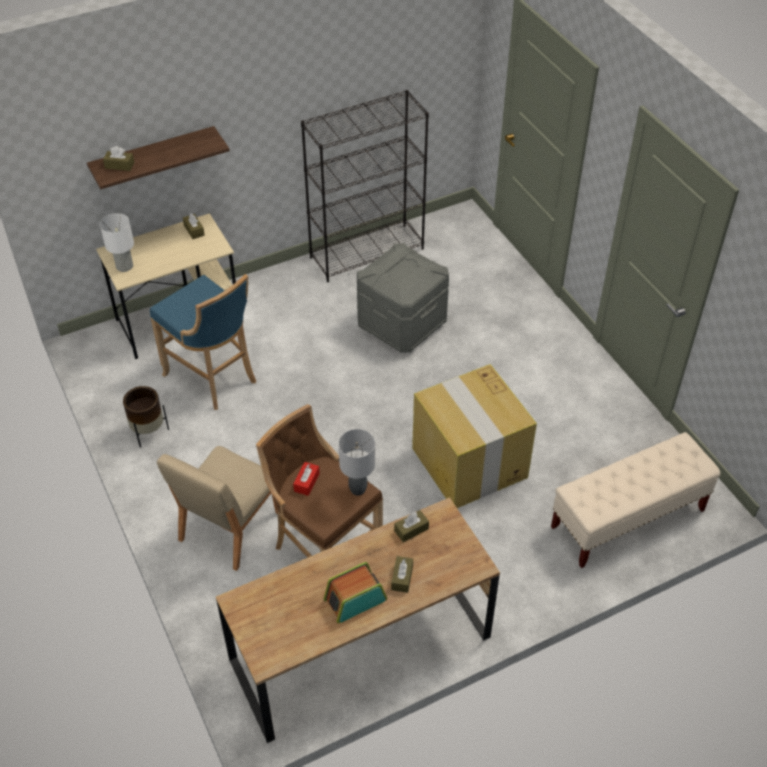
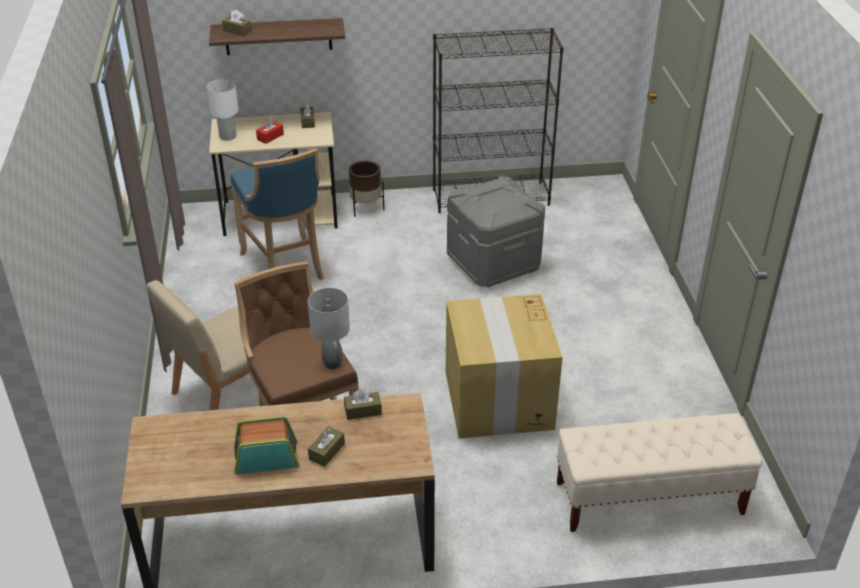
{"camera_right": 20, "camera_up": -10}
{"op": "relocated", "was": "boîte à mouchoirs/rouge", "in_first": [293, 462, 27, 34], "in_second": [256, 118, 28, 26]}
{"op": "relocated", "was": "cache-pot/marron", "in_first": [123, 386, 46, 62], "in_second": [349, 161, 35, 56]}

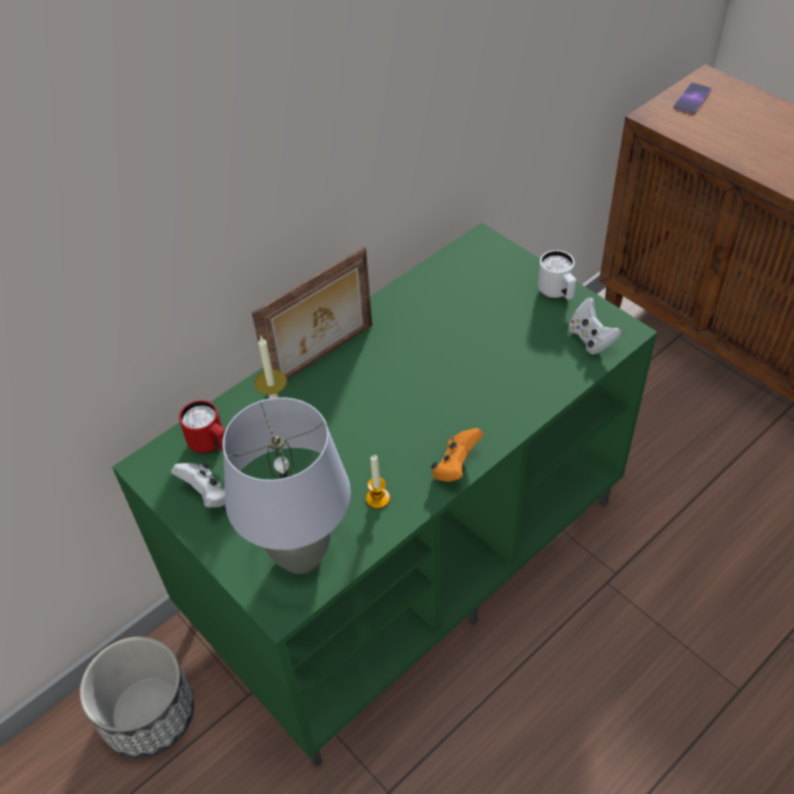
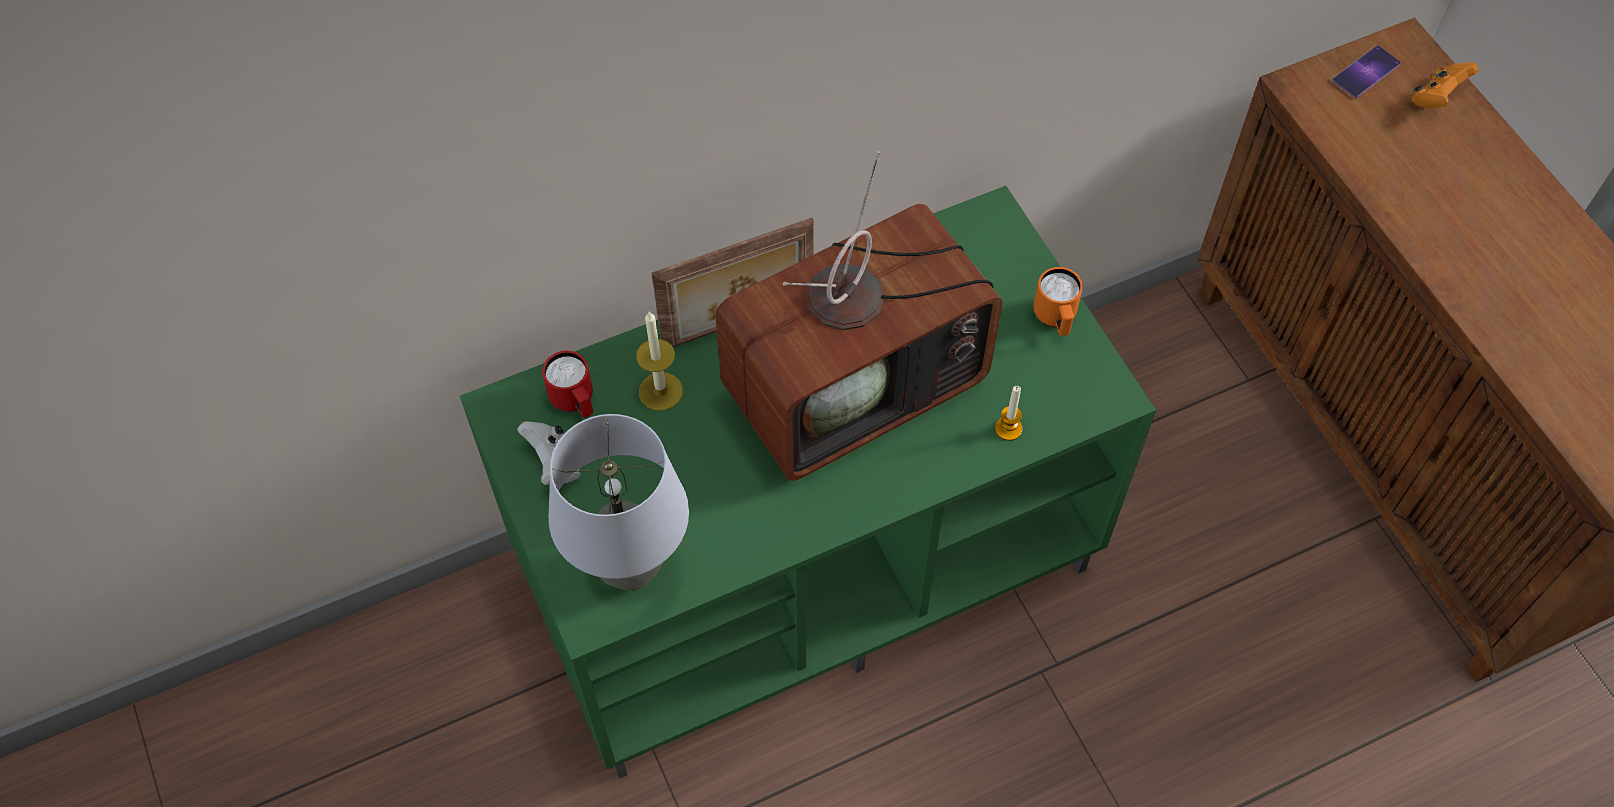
{"camera_right": 15, "camera_up": 10}
{"op": "appeared", "now": "téléviseur", "in_second": [715, 151, 287, 330]}
{"op": "relocated", "was": "bougie", "in_first": [366, 455, 24, 54], "in_second": [995, 386, 27, 55]}
{"op": "colour", "was": "mug/blanc", "now": "mug/orange", "in_first": [538, 250, 38, 50], "in_second": [1033, 267, 50, 69]}
{"op": "relocated", "was": "manette/orange", "in_first": [431, 428, 53, 54], "in_second": [1411, 62, 68, 47]}
{"op": "missing", "was": "cache-pot", "in_first": [80, 637, 114, 122]}
{"op": "missing", "was": "manette/blanc", "in_first": [568, 297, 54, 58]}

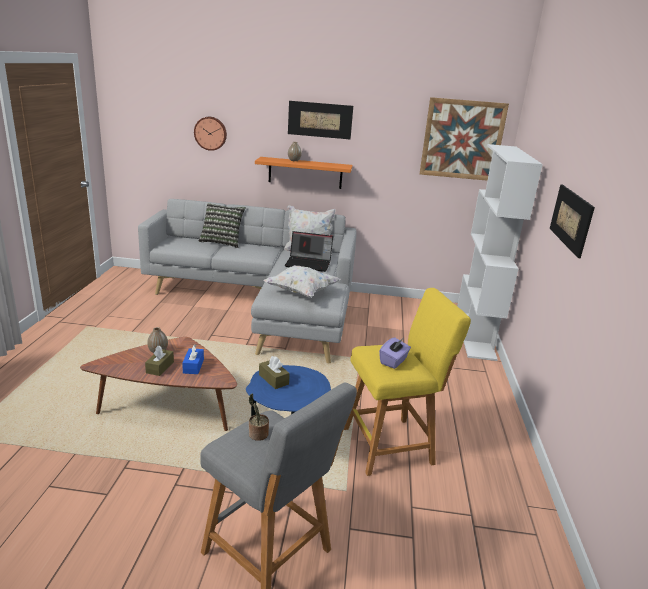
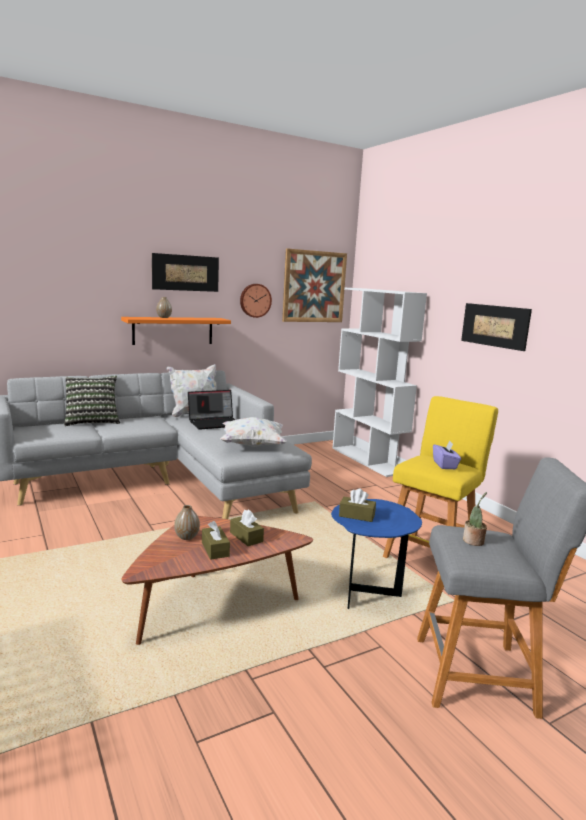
{"camera_right": -35, "camera_up": -10}
{"op": "colour", "was": "boîte à mouchoirs/bleu", "now": "boîte à mouchoirs/marron", "in_first": [182, 344, 22, 30], "in_second": [230, 510, 34, 36]}
{"op": "relocated", "was": "horloge murale", "in_first": [194, 117, 33, 34], "in_second": [240, 284, 32, 34]}

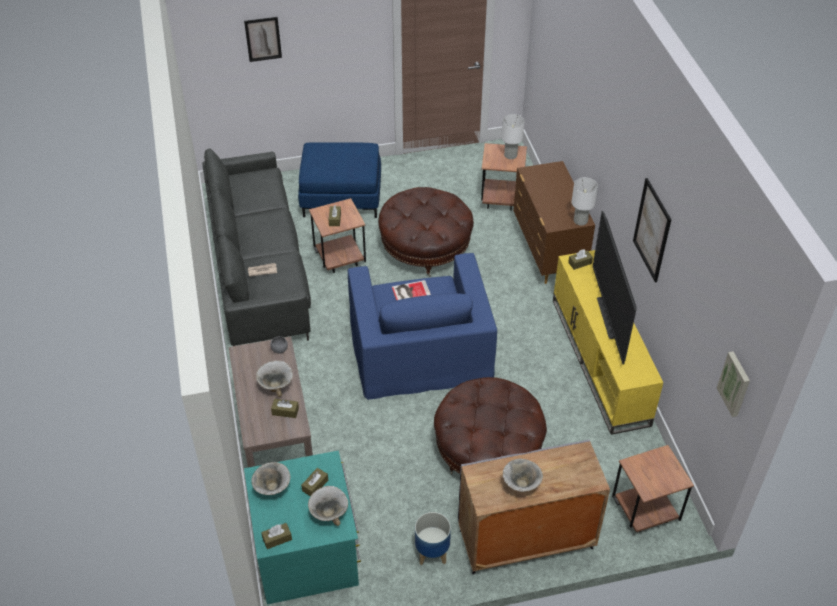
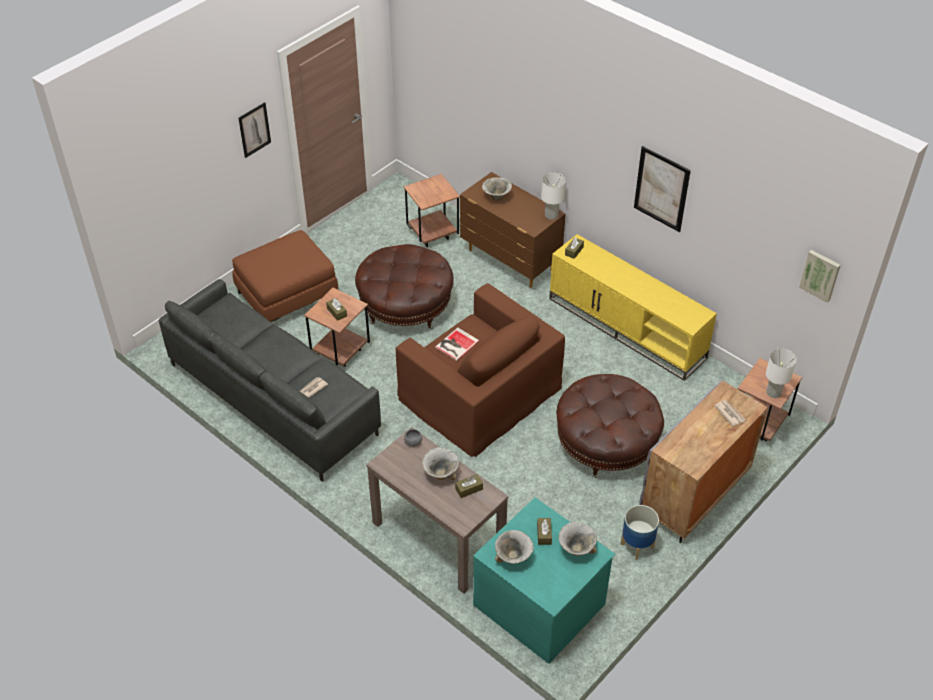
{"camera_right": -35, "camera_up": 0}
{"op": "colour", "was": "pouf/bleu", "now": "pouf/marron", "in_first": [298, 142, 83, 76], "in_second": [232, 230, 106, 92]}
{"op": "relocated", "was": "tableau", "in_first": [244, 17, 38, 45], "in_second": [238, 102, 33, 56]}
{"op": "colour", "was": "fauteuil/bleu", "now": "fauteuil/marron", "in_first": [348, 253, 149, 147], "in_second": [396, 283, 169, 174]}
{"op": "relocated", "was": "bol", "in_first": [503, 459, 40, 33], "in_second": [482, 177, 30, 24]}
{"op": "appeared", "now": "journal", "in_second": [714, 400, 32, 26]}
{"op": "relocated", "was": "lampe de table/blanc", "in_first": [501, 114, 24, 45], "in_second": [766, 349, 31, 49]}
{"op": "missing", "was": "boîte à mouchoirs/marron", "in_first": [261, 523, 31, 26]}
{"op": "missing", "was": "téléviseur", "in_first": [593, 211, 44, 154]}

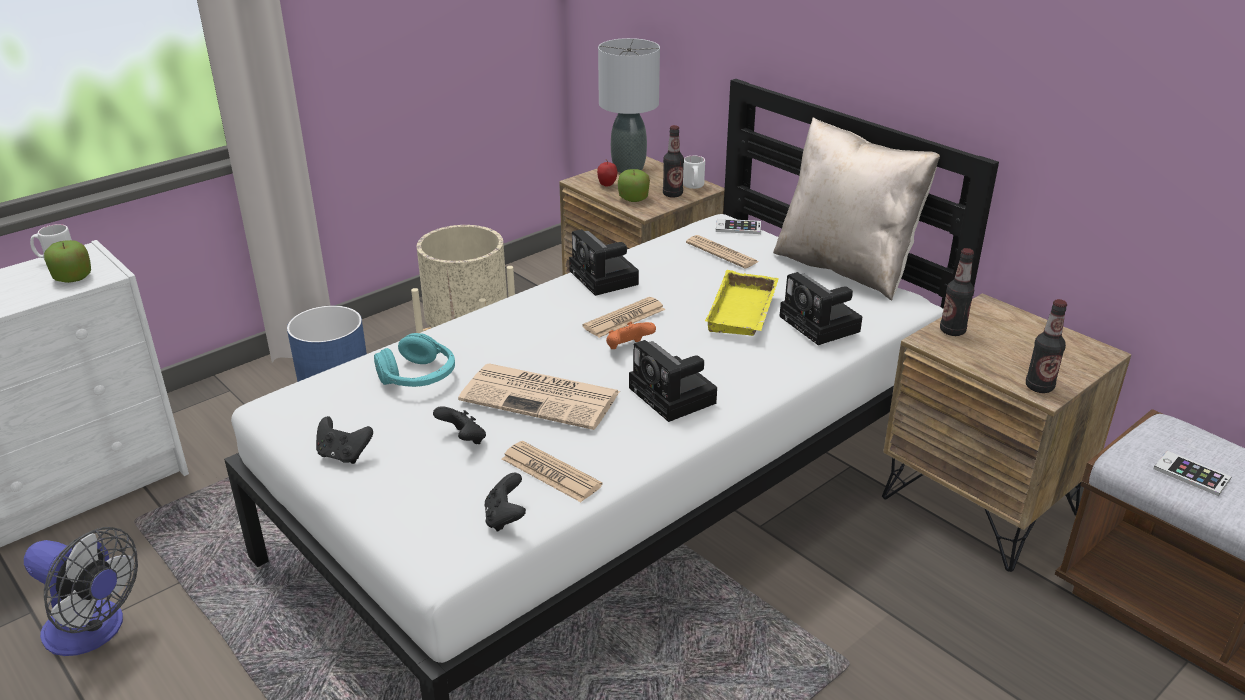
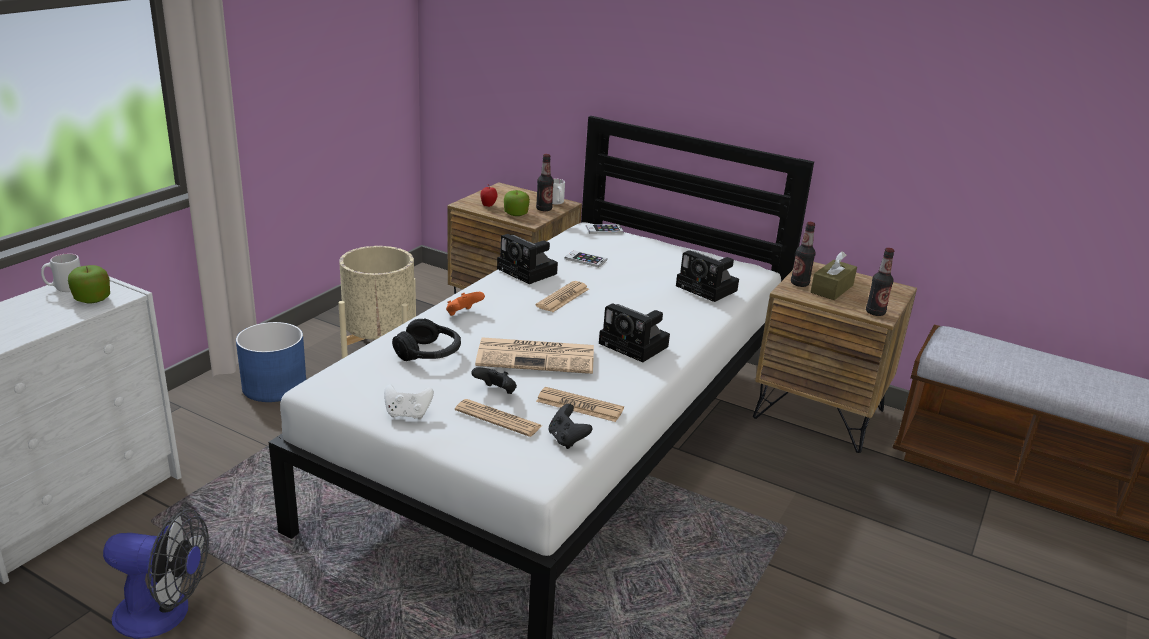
{"camera_right": -20, "camera_up": -5}
{"op": "colour", "was": "manette/noir", "now": "manette/blanc", "in_first": [316, 416, 57, 48], "in_second": [384, 384, 50, 35]}
{"op": "colour", "was": "casque audio/turquoise", "now": "casque audio/noir", "in_first": [374, 333, 81, 54], "in_second": [392, 319, 69, 42]}
{"op": "relocated", "was": "manette/orange", "in_first": [606, 322, 50, 27], "in_second": [446, 292, 39, 24]}
{"op": "relocated", "was": "journal", "in_first": [686, 235, 72, 33], "in_second": [455, 399, 87, 38]}
{"op": "relocated", "was": "téléphone", "in_first": [1153, 451, 78, 45], "in_second": [565, 250, 42, 18]}
{"op": "appeared", "now": "boîte à mouchoirs/marron", "in_second": [811, 251, 46, 49]}
{"op": "missing", "was": "lampe de table/gris", "in_first": [598, 38, 62, 135]}
{"op": "missing", "was": "plateau/jaune", "in_first": [705, 270, 74, 66]}
{"op": "missing", "was": "coussin/beige", "in_first": [773, 117, 167, 183]}

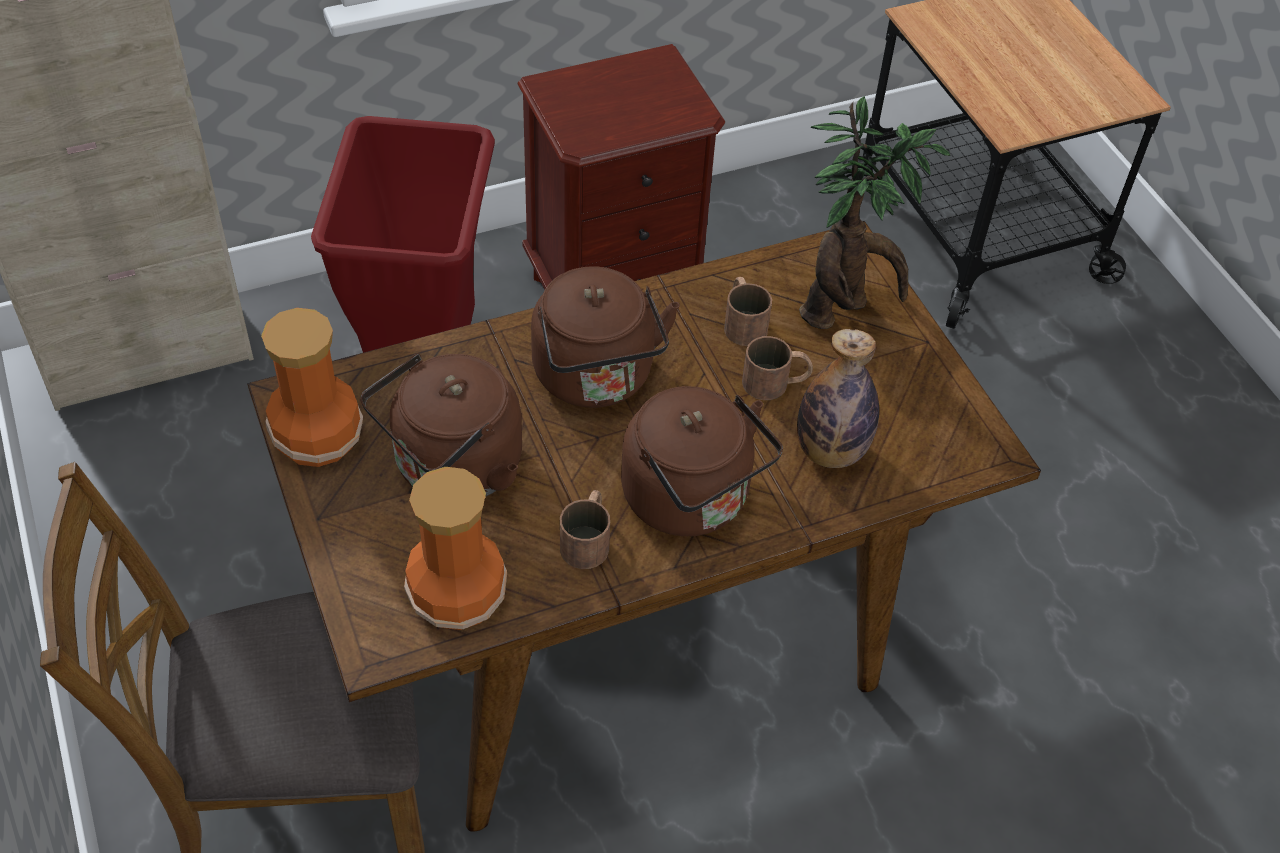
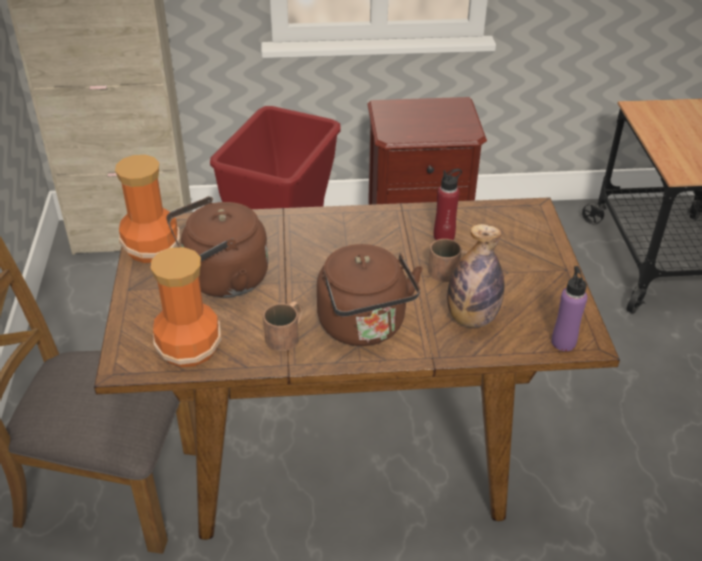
{"camera_right": 20, "camera_up": -10}
{"op": "exchanged", "was": "mug/marron", "now": "bouteille/rouge", "in_first": [724, 277, 48, 69], "in_second": [434, 169, 28, 71]}
{"op": "appeared", "now": "bouteille/violet", "in_second": [552, 266, 35, 85]}
{"op": "missing", "was": "bouilloire/marron", "in_first": [531, 266, 149, 142]}
{"op": "missing", "was": "plante en pot", "in_first": [799, 96, 152, 233]}

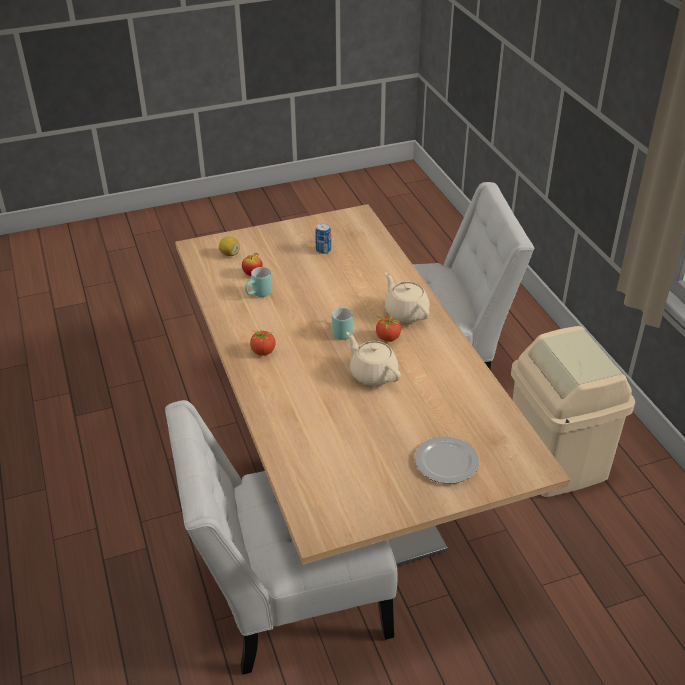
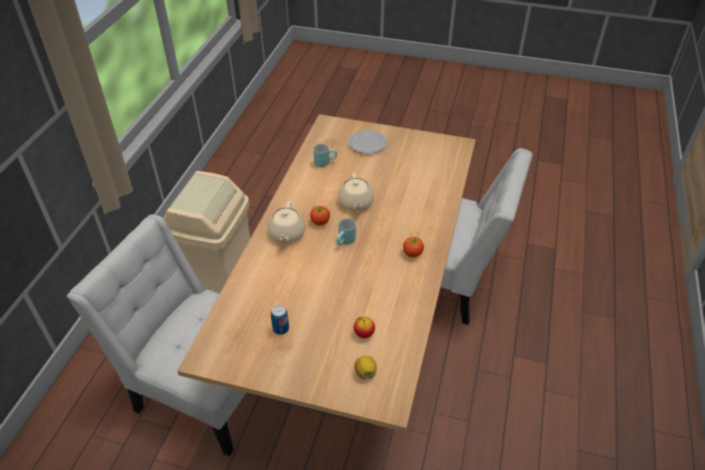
{"camera_right": -145, "camera_up": 5}
{"op": "relocated", "was": "mug/turquoise", "in_first": [245, 267, 27, 30], "in_second": [313, 144, 24, 23]}

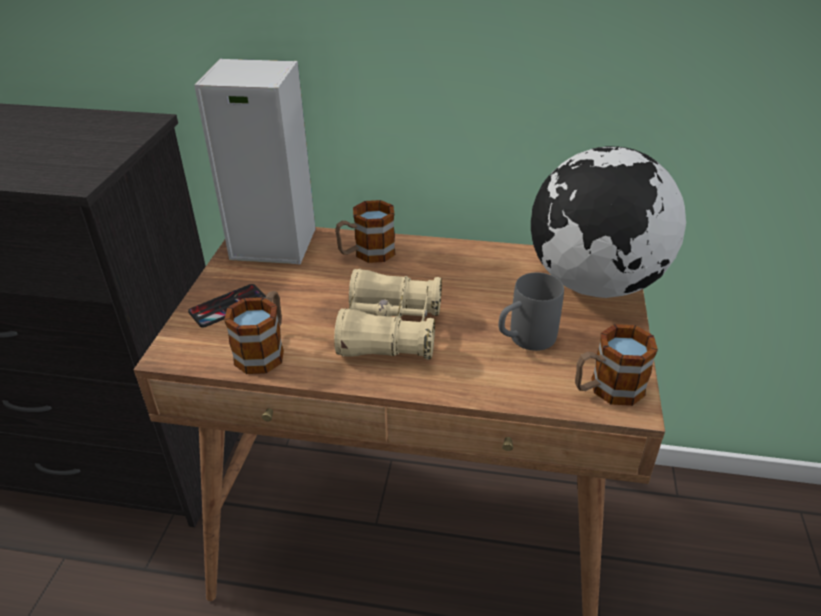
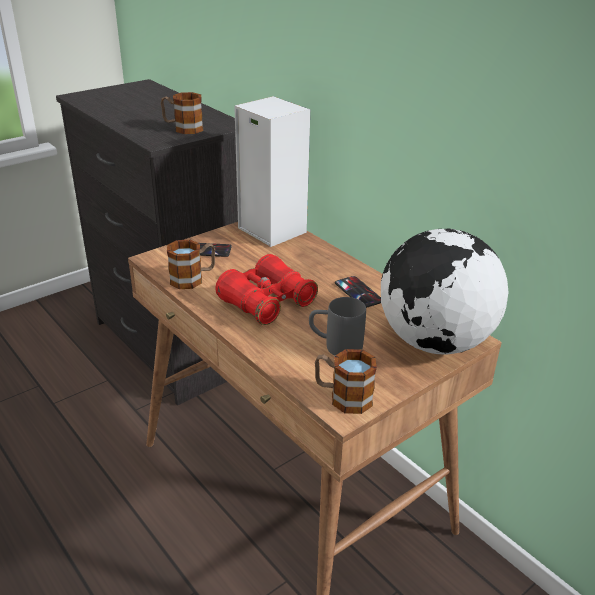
{"camera_right": 40, "camera_up": -5}
{"op": "relocated", "was": "mug", "in_first": [335, 200, 61, 63], "in_second": [161, 92, 42, 42]}
{"op": "colour", "was": "jumelles/beige", "now": "jumelles/rouge", "in_first": [334, 269, 108, 91], "in_second": [215, 254, 103, 71]}
{"op": "appeared", "now": "téléphone", "in_second": [335, 276, 46, 32]}

